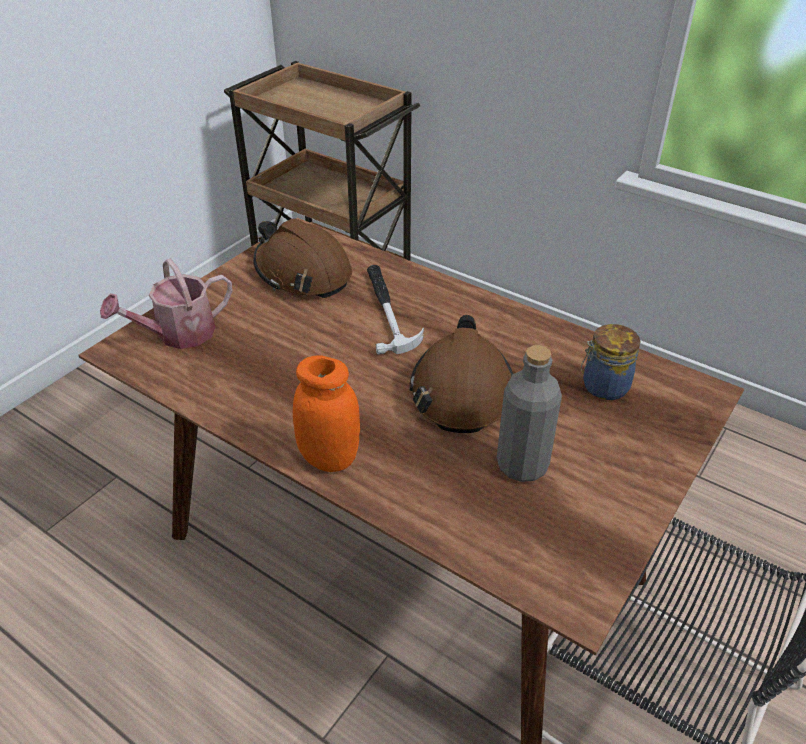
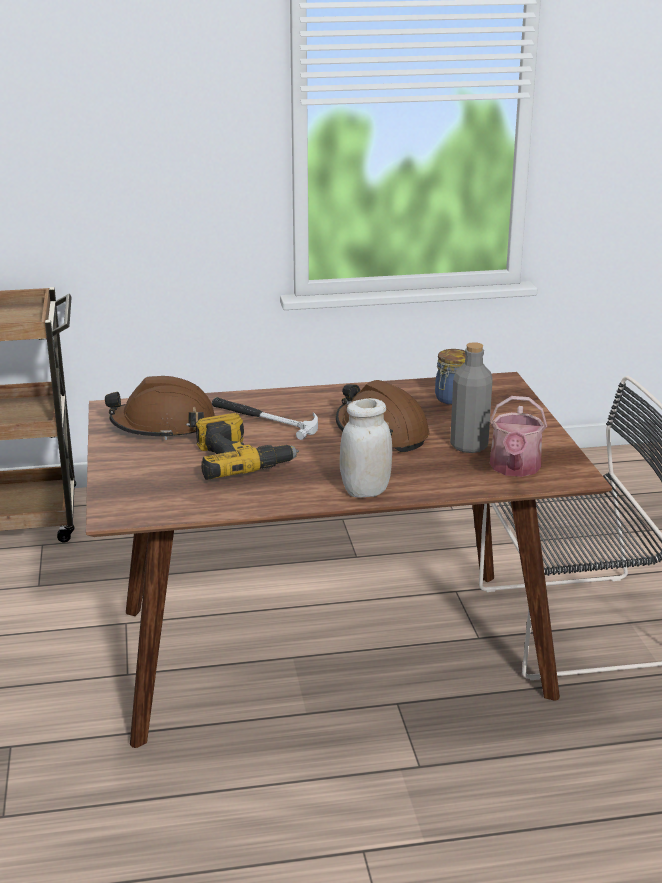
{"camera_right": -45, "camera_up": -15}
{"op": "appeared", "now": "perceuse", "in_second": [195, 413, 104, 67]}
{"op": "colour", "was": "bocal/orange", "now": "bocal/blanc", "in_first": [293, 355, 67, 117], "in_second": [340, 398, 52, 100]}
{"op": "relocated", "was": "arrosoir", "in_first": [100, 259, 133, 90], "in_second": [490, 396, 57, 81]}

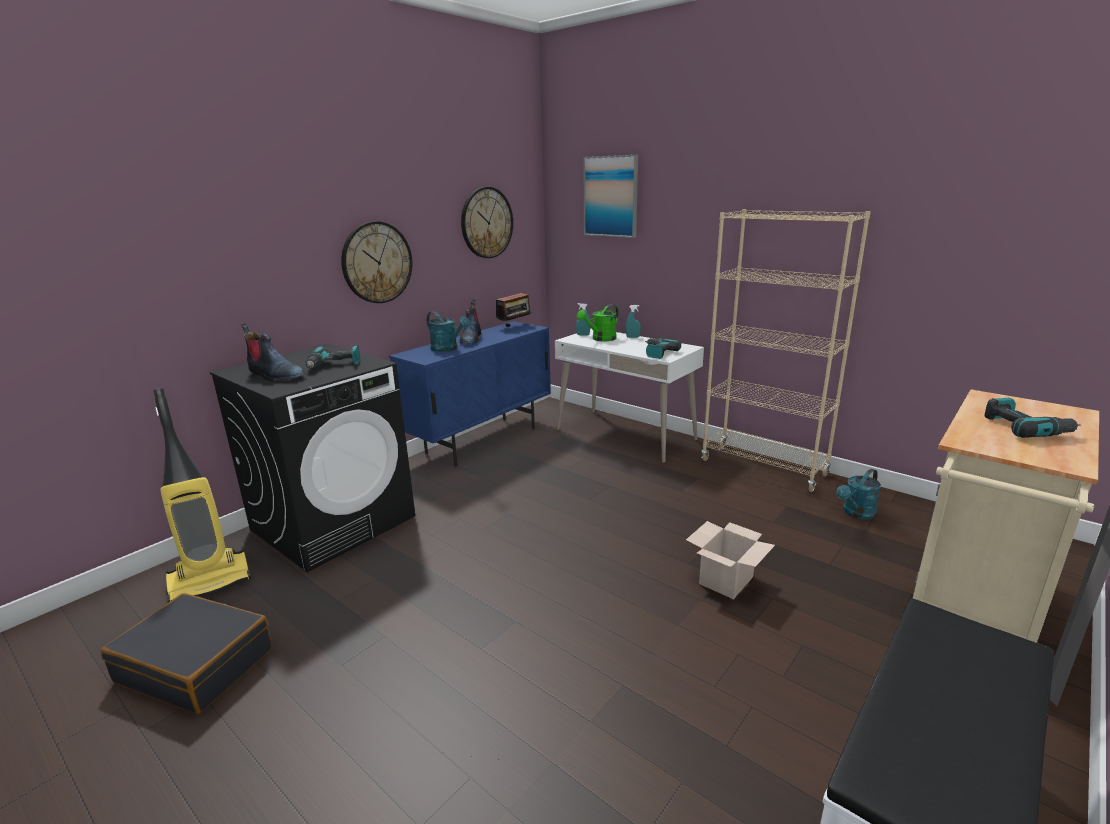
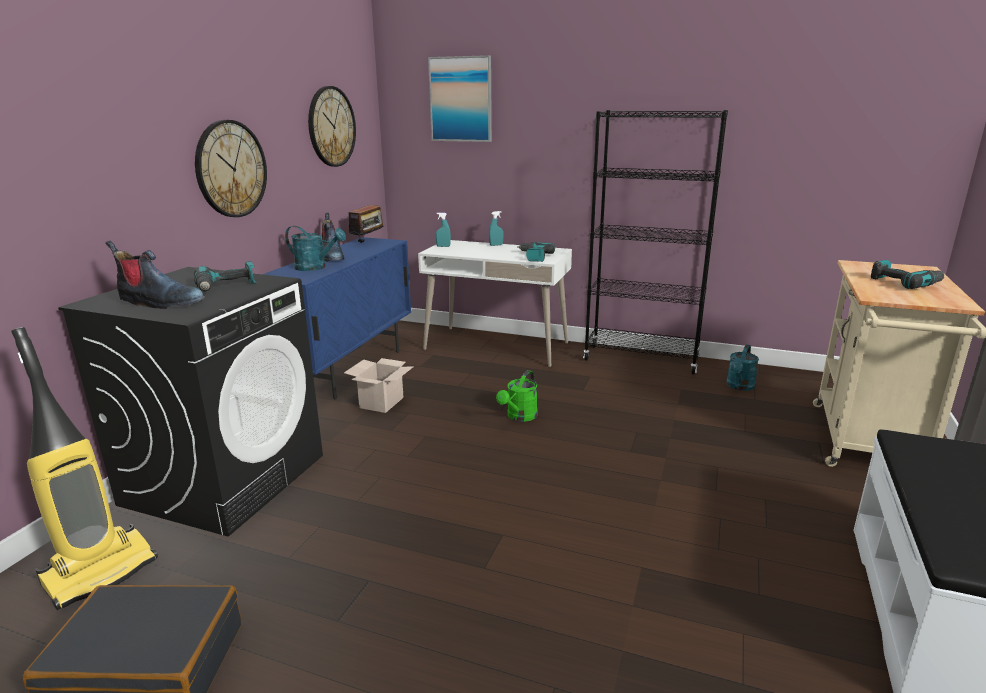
{"camera_right": -20, "camera_up": 0}
{"op": "relocated", "was": "carton", "in_first": [686, 521, 89, 78], "in_second": [344, 358, 70, 55]}
{"op": "relocated", "was": "arrosoir/vert", "in_first": [577, 304, 41, 37], "in_second": [496, 370, 42, 52]}
{"op": "colour", "was": "bibliothèque/beige", "now": "bibliothèque/noir", "in_first": [701, 209, 170, 283], "in_second": [583, 110, 145, 265]}

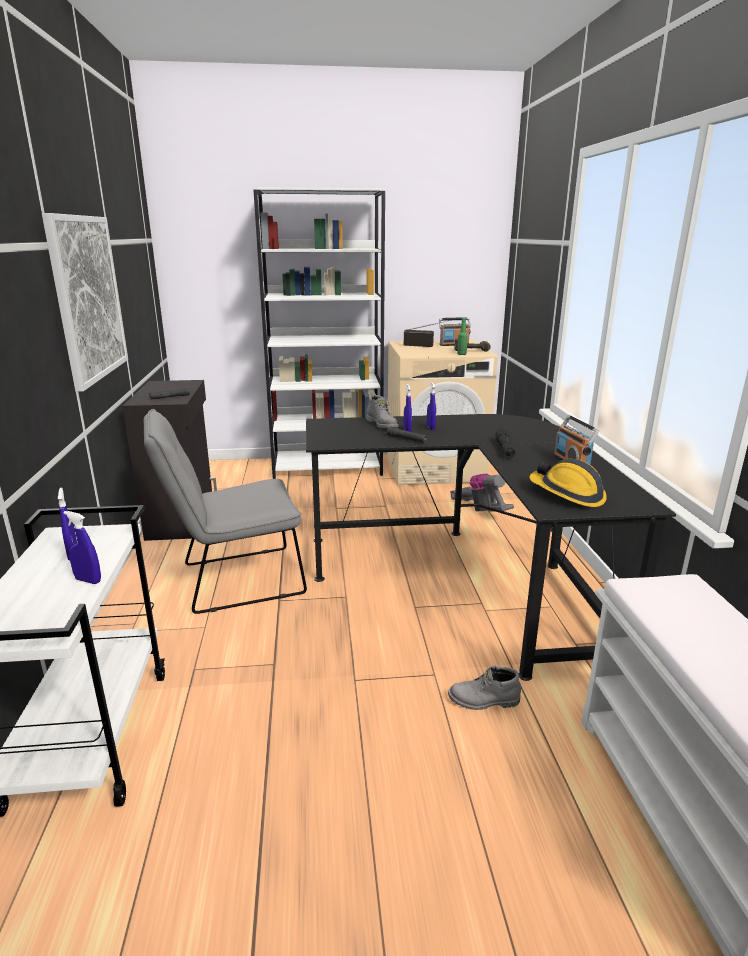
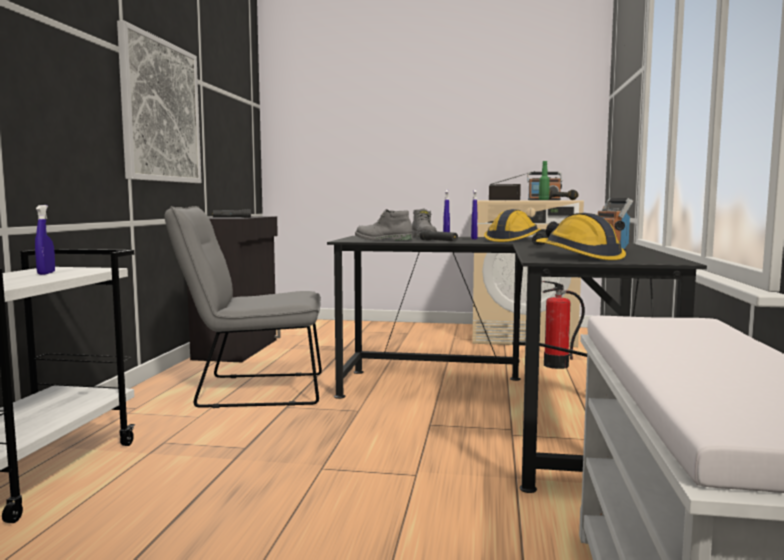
{"camera_right": 15, "camera_up": -15}
{"op": "relocated", "was": "botte/gris", "in_first": [448, 666, 73, 44], "in_second": [355, 209, 58, 32]}
{"op": "appeared", "now": "casque de chantier", "in_second": [484, 209, 57, 33]}
{"op": "exchanged", "was": "aspirateur", "now": "extincteur", "in_first": [450, 474, 64, 38], "in_second": [542, 281, 43, 88]}
{"op": "missing", "was": "vaporisateur/bleu", "in_first": [64, 511, 37, 73]}
{"op": "missing", "was": "bibliothèque/blanc", "in_first": [253, 187, 132, 292]}

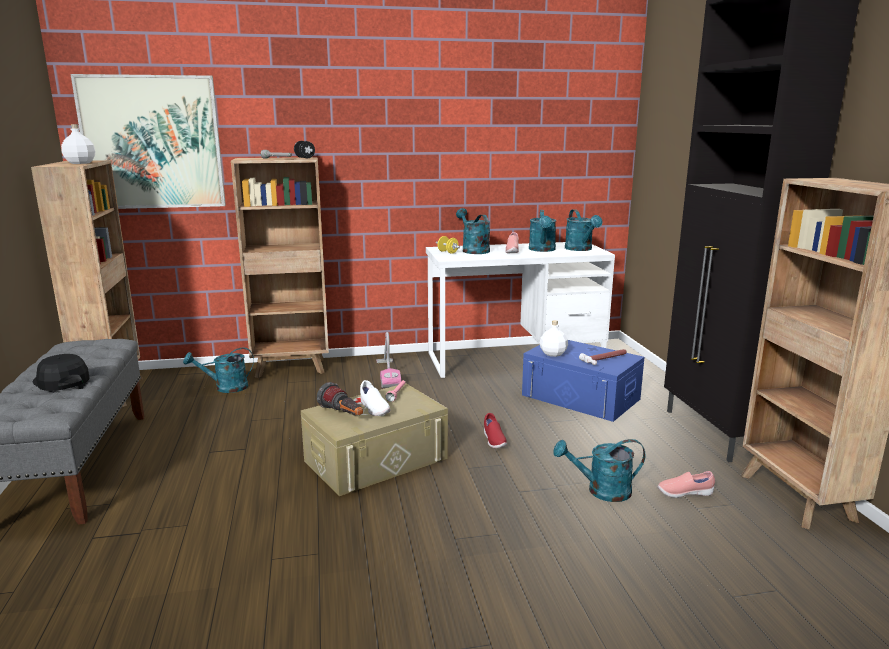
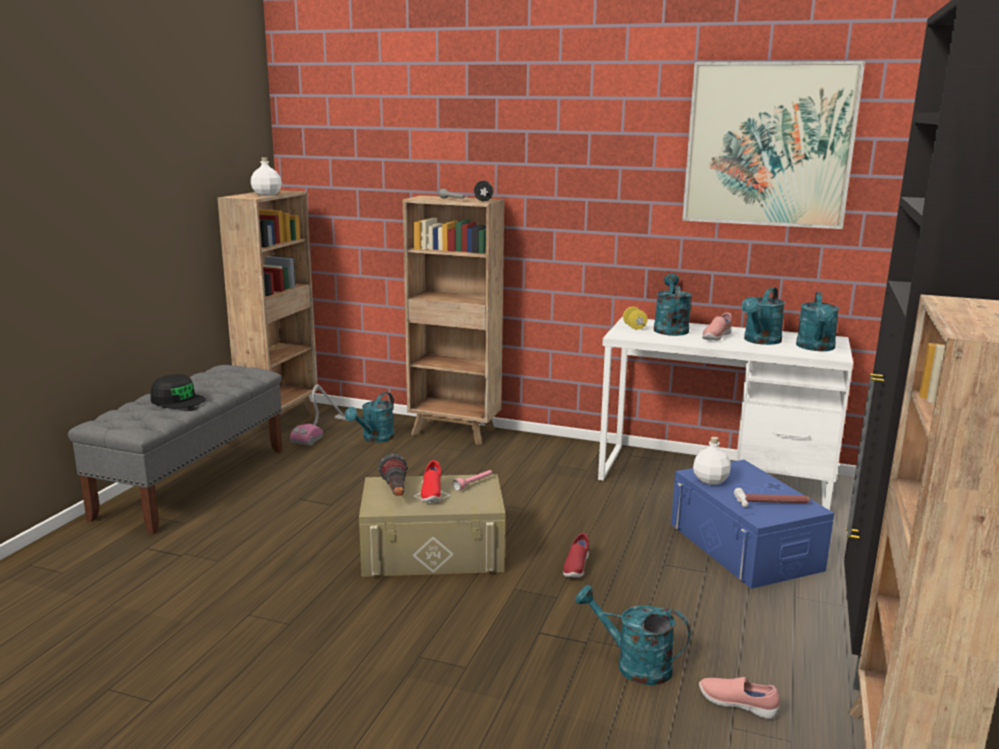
{"camera_right": 30, "camera_up": 0}
{"op": "spun", "was": "casquette/noir", "in_first": [33, 354, 56, 37], "in_second": [150, 374, 56, 35], "clockwise": 135}
{"op": "relocated", "was": "aspirateur", "in_first": [376, 332, 25, 56], "in_second": [290, 384, 56, 62]}
{"op": "spun", "was": "arrosoir/turquoise", "in_first": [183, 348, 71, 45], "in_second": [345, 392, 50, 51], "clockwise": -75}
{"op": "colour", "was": "chaussure/blanc", "now": "chaussure/rouge", "in_first": [360, 380, 30, 36], "in_second": [421, 460, 20, 42]}
{"op": "relocated", "was": "tableau", "in_first": [71, 74, 155, 135], "in_second": [682, 61, 183, 168]}

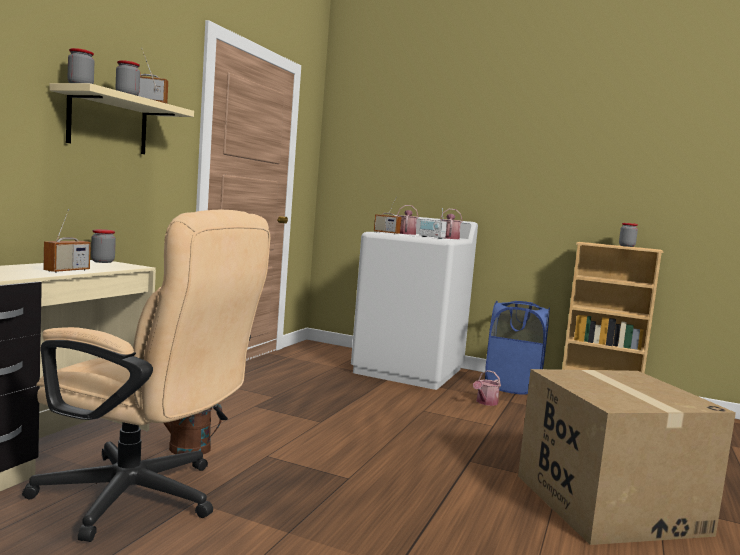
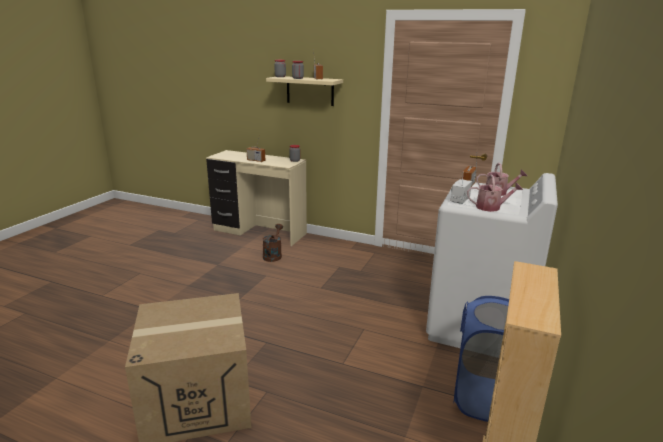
{"camera_right": 90, "camera_up": 15}
{"op": "missing", "was": "chaise de bureau/beige", "in_first": [22, 210, 248, 332]}
{"op": "missing", "was": "arrosoir", "in_first": [473, 370, 28, 36]}
{"op": "missing", "was": "bocal", "in_first": [619, 223, 19, 24]}

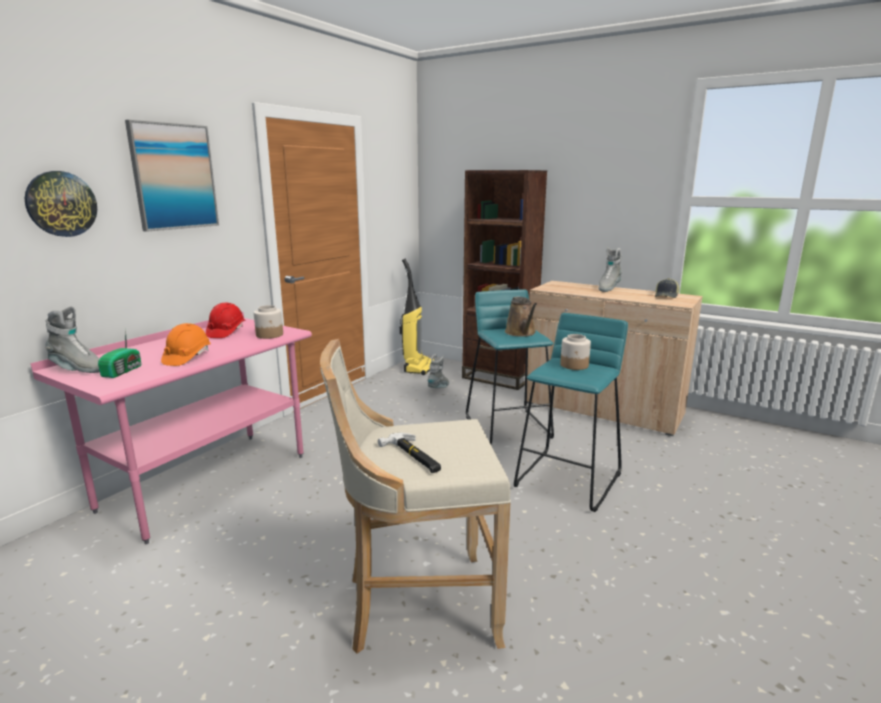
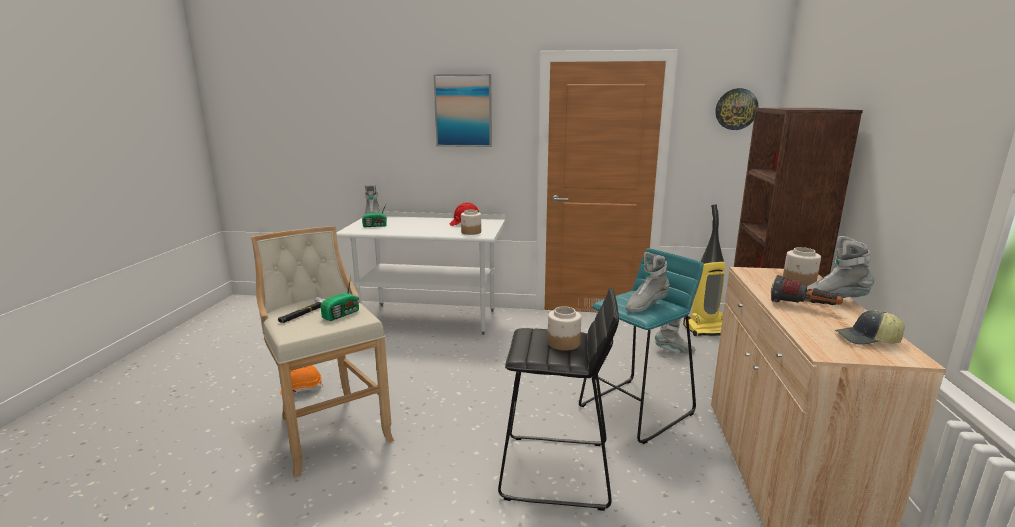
{"camera_right": 65, "camera_up": 0}
{"op": "relocated", "was": "casque de chantier/orange", "in_first": [161, 323, 50, 43], "in_second": [280, 365, 43, 30]}
{"op": "appeared", "now": "radio", "in_second": [320, 275, 39, 46]}
{"op": "colour", "was": "bureau/rose", "now": "bureau/blanc", "in_first": [30, 312, 282, 232], "in_second": [336, 211, 169, 124]}
{"op": "colour", "was": "tabouret/turquoise", "now": "tabouret/noir", "in_first": [514, 313, 114, 199], "in_second": [498, 287, 121, 224]}
{"op": "exchanged", "was": "arrosoir/marron", "now": "botte/gris", "in_first": [505, 297, 32, 40], "in_second": [626, 252, 44, 61]}
{"op": "relocated", "was": "horloge murale", "in_first": [25, 171, 72, 66], "in_second": [715, 88, 43, 42]}
{"op": "appeared", "now": "lampe de poche", "in_second": [771, 275, 72, 30]}
{"op": "appeared", "now": "bocal", "in_second": [783, 247, 38, 39]}

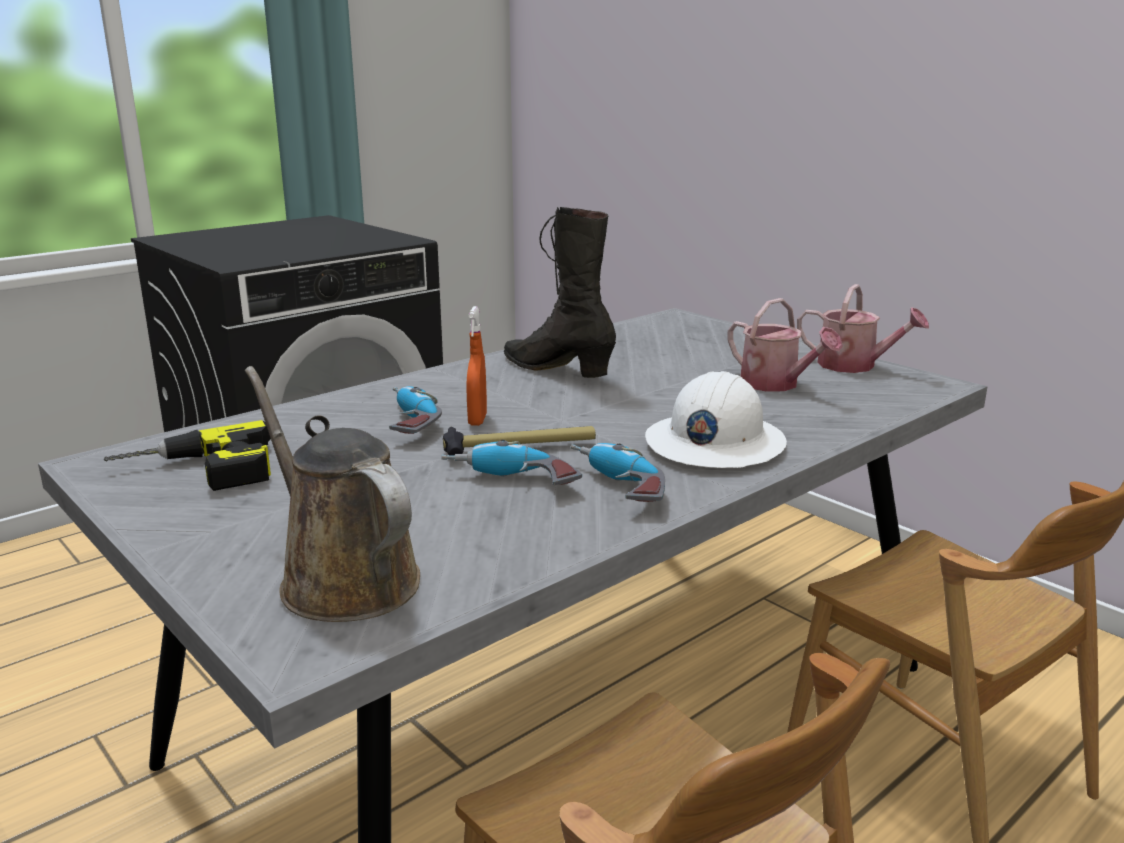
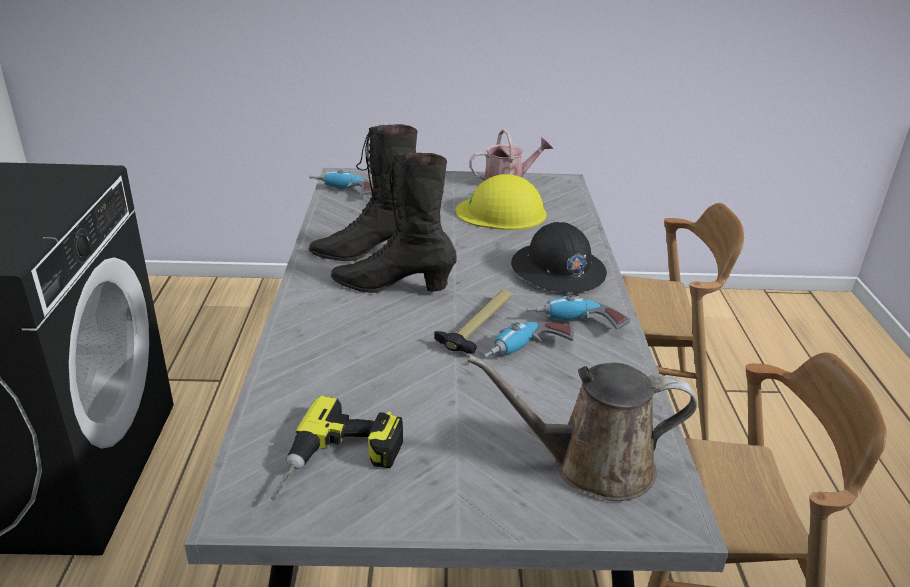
{"camera_right": -50, "camera_up": 10}
{"op": "relocated", "was": "perceuse", "in_first": [389, 386, 53, 48], "in_second": [310, 170, 63, 25]}
{"op": "appeared", "now": "botte/noir", "in_second": [331, 152, 126, 141]}
{"op": "exchanged", "was": "arrosoir", "now": "casque de chantier/jaune", "in_first": [728, 298, 115, 94], "in_second": [456, 174, 91, 56]}
{"op": "colour", "was": "casque de chantier/blanc", "now": "casque de chantier/noir", "in_first": [645, 371, 142, 97], "in_second": [511, 222, 96, 71]}
{"op": "missing", "was": "vaporisateur/orange", "in_first": [466, 306, 21, 120]}

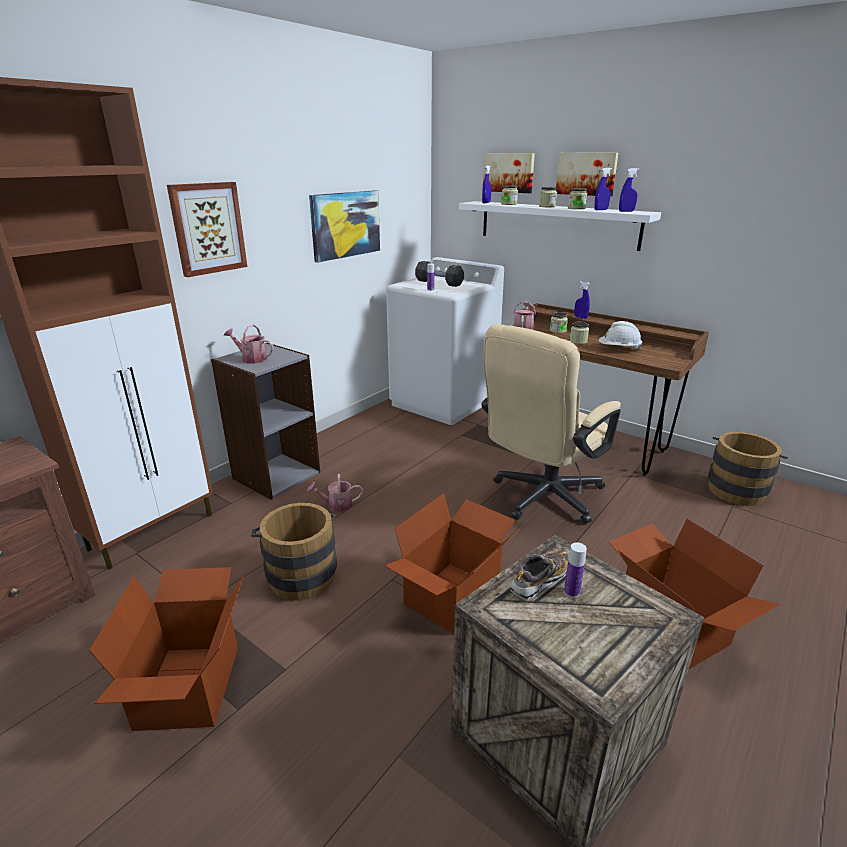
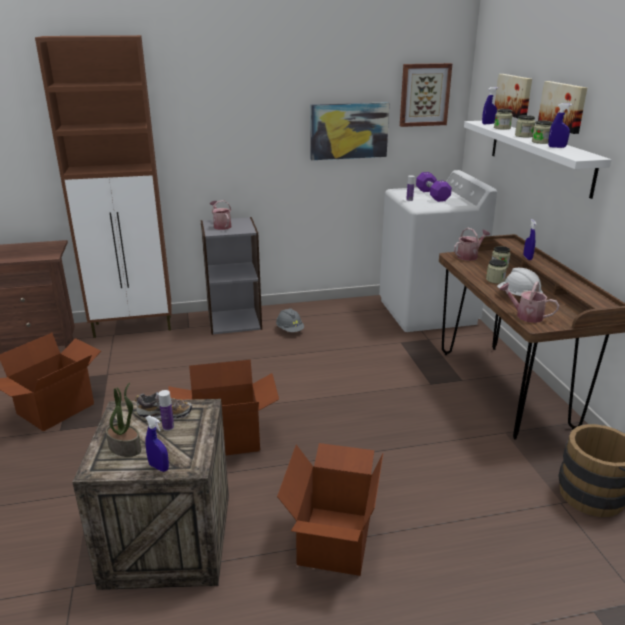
{"camera_right": 40, "camera_up": 0}
{"op": "appeared", "now": "plante en pot", "in_second": [106, 383, 35, 74]}
{"op": "relocated", "was": "vaporisateur/bleu", "in_first": [619, 168, 21, 44], "in_second": [145, 415, 24, 57]}
{"op": "appeared", "now": "casque de chantier/gris", "in_second": [276, 308, 28, 24]}
{"op": "relocated", "was": "tableau", "in_first": [167, 182, 80, 95], "in_second": [400, 63, 52, 64]}
{"op": "colour", "was": "haltère/noir", "now": "haltère/violet", "in_first": [415, 261, 49, 26], "in_second": [416, 172, 36, 30]}
{"op": "relocated", "was": "arrosoir", "in_first": [307, 474, 56, 38], "in_second": [499, 281, 61, 42]}
{"op": "missing", "was": "seau/marron", "in_first": [251, 503, 86, 98]}
{"op": "missing", "was": "chaise de bureau/beige", "in_first": [481, 324, 140, 200]}

